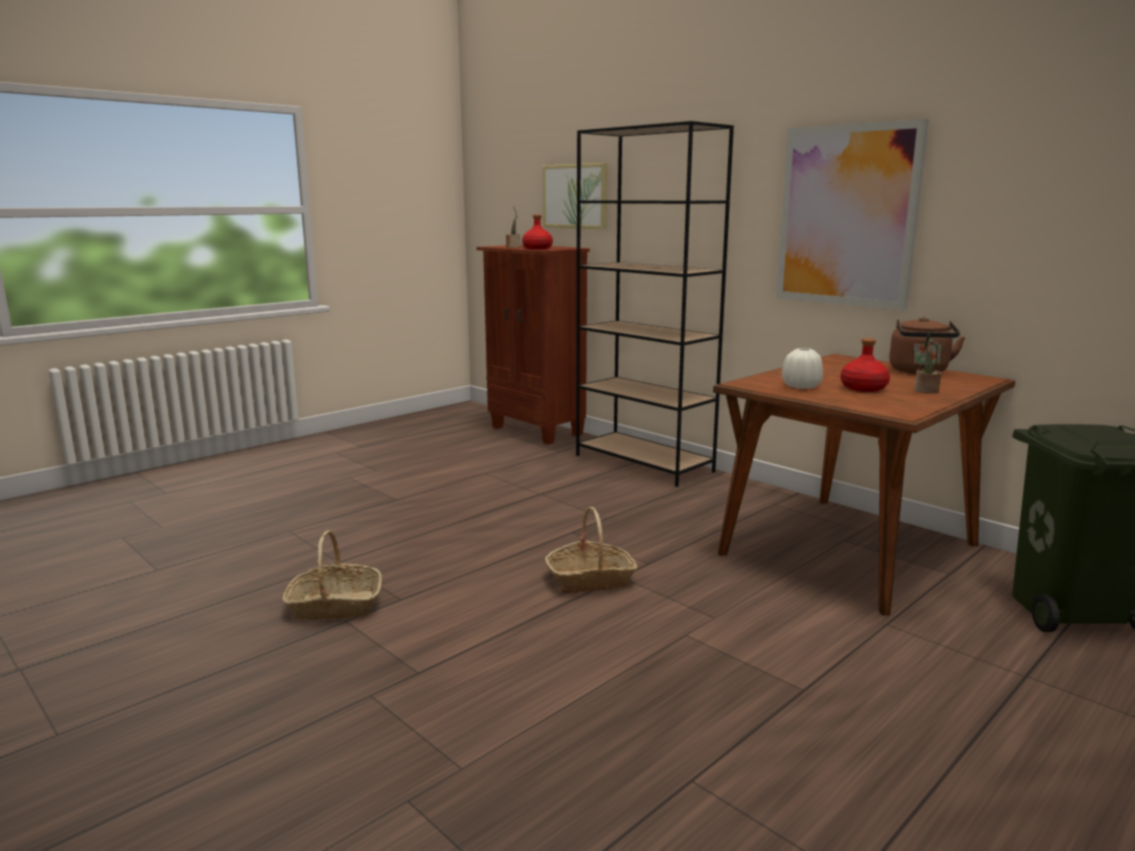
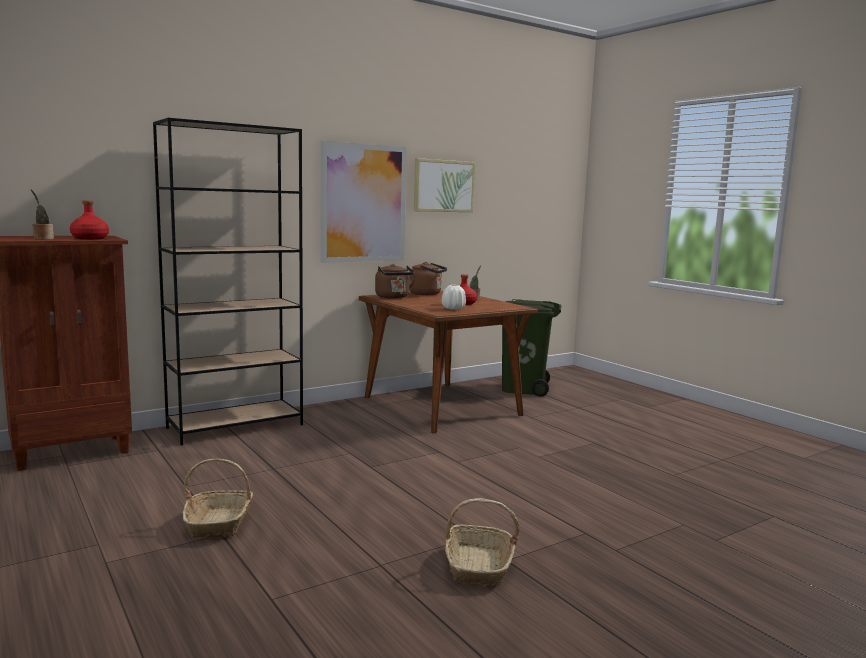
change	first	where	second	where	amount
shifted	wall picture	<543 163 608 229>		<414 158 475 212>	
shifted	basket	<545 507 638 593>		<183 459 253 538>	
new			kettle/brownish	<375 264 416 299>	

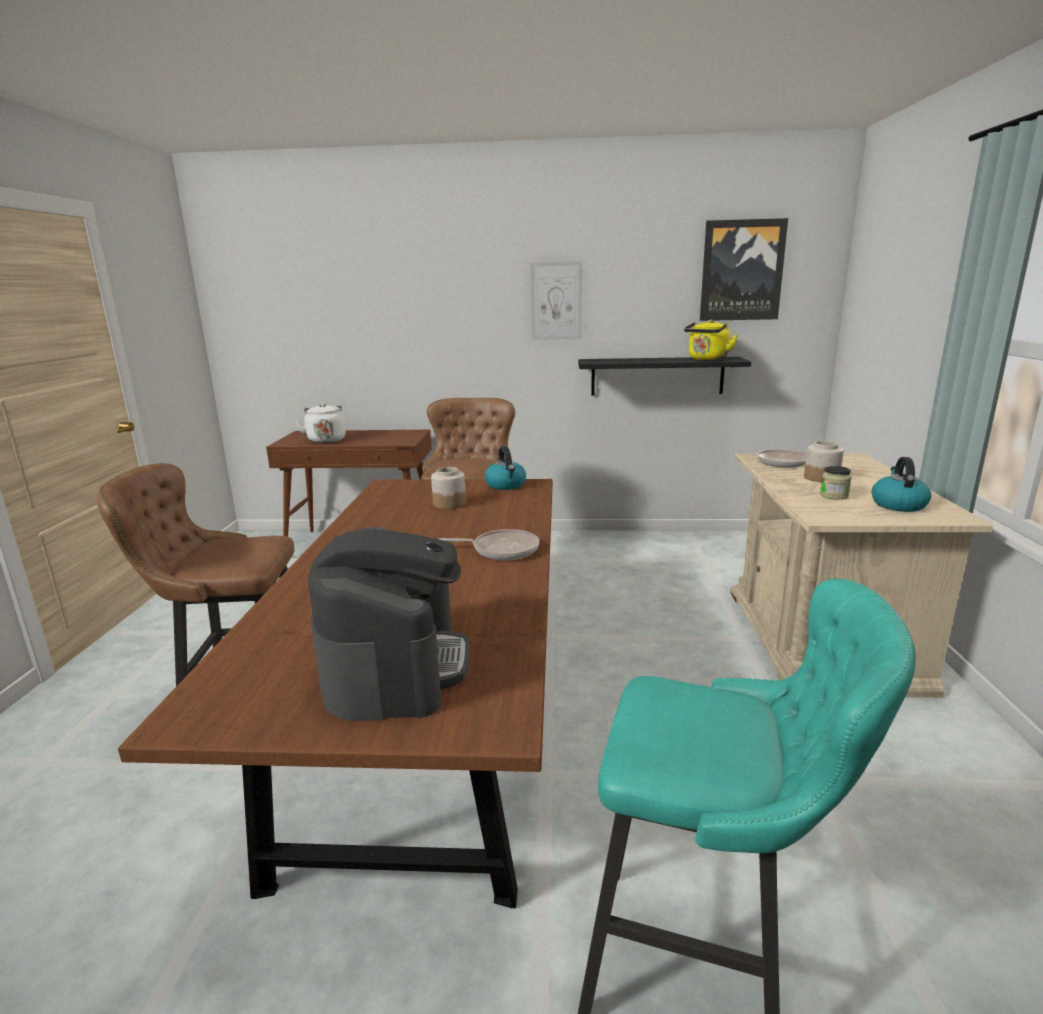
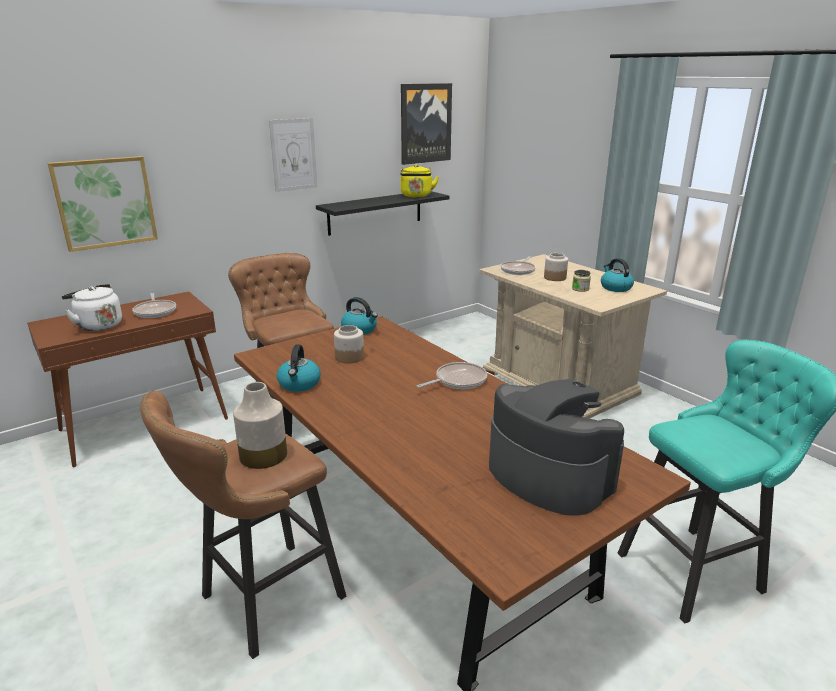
change	first	where	second	where	amount
new			wall picture	<48 156 158 252>	
new			pan	<132 293 176 318>	
new			decorative vase/beige	<233 382 287 469>	
new			kettle	<277 345 321 392>	

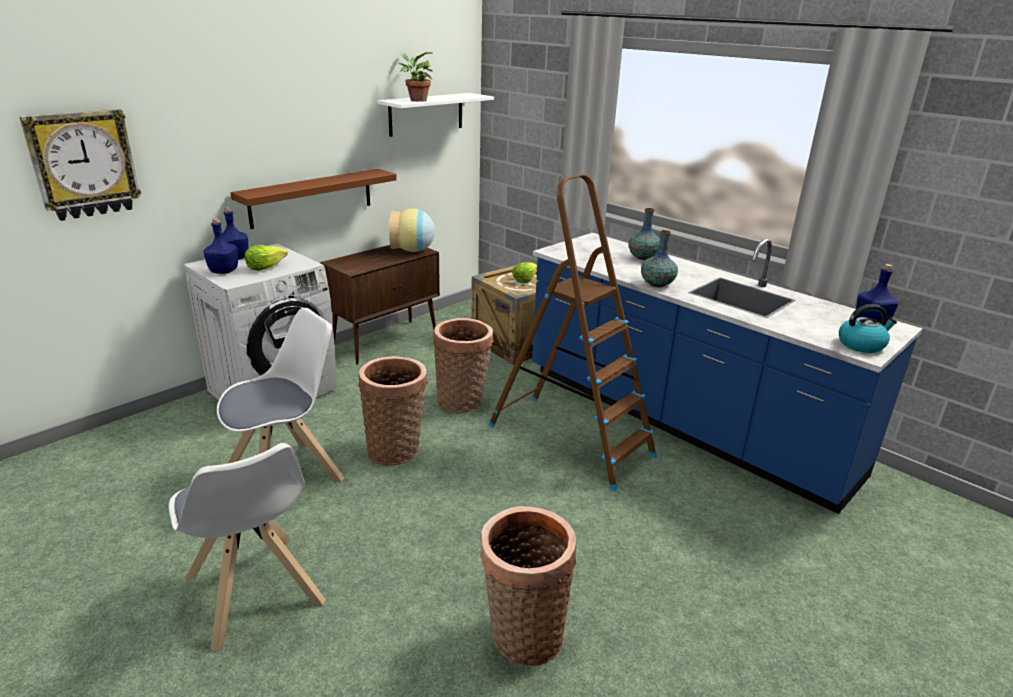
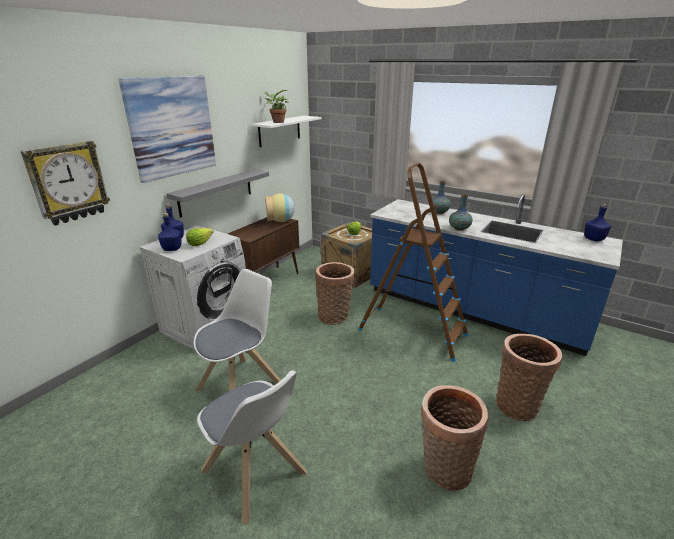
change	first	where	second	where	amount
repainted	bracket shelf/brownish	<231 169 397 229>	bracket shelf/greyish	<166 169 269 218>	
shifted	basket	<358 356 428 466>		<496 334 562 421>	
gone	kettle	<839 304 897 353>			
new			wall picture	<119 76 216 183>	

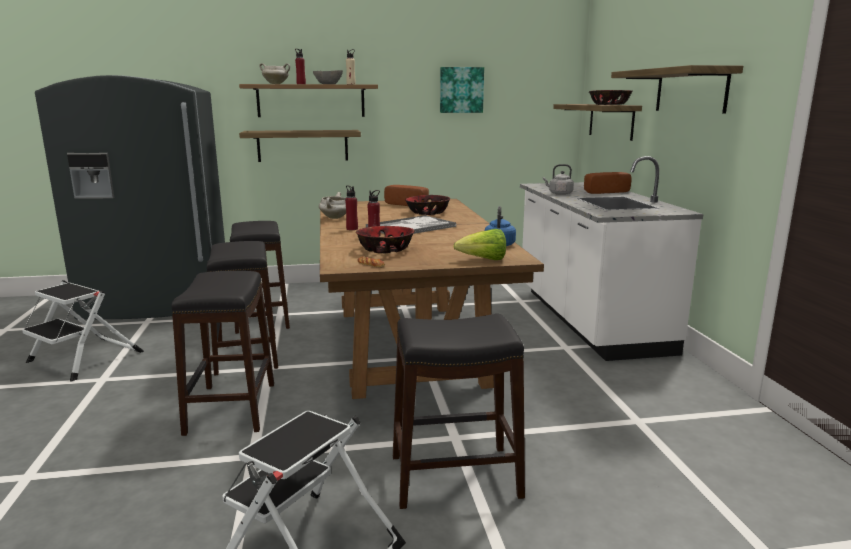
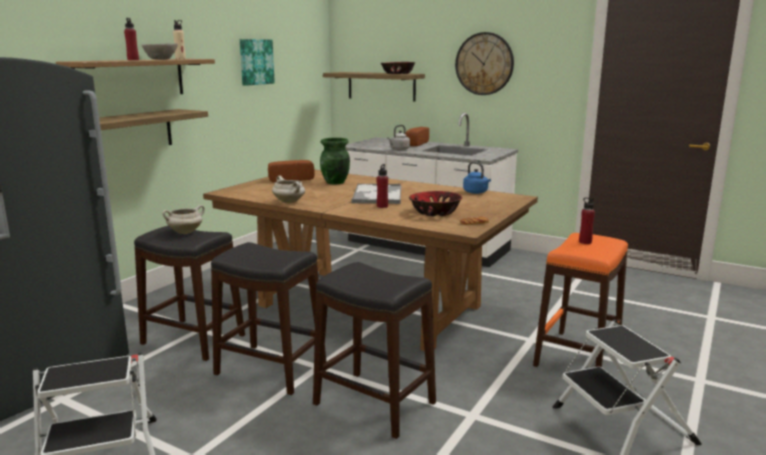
change	first	where	second	where	amount
shifted	cooking pot/whitish	<259 63 290 84>		<162 205 205 234>	
shifted	beverage bottle/reddish	<345 186 358 230>		<579 197 595 244>	
repainted	stool/blackish	<393 314 525 509>	stool/orange-coloured	<533 233 628 367>	
swapped	deep dish	<405 195 451 215>	decorative vase/green	<320 138 350 184>	
gone	lettuce	<453 229 506 260>			
swapped	bracket shelf	<611 65 743 113>	wall clock	<455 32 514 95>	

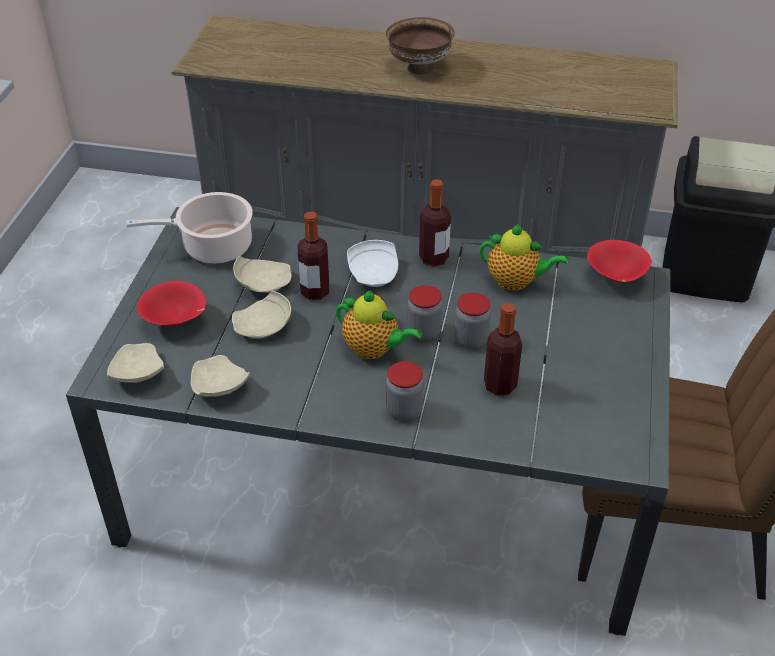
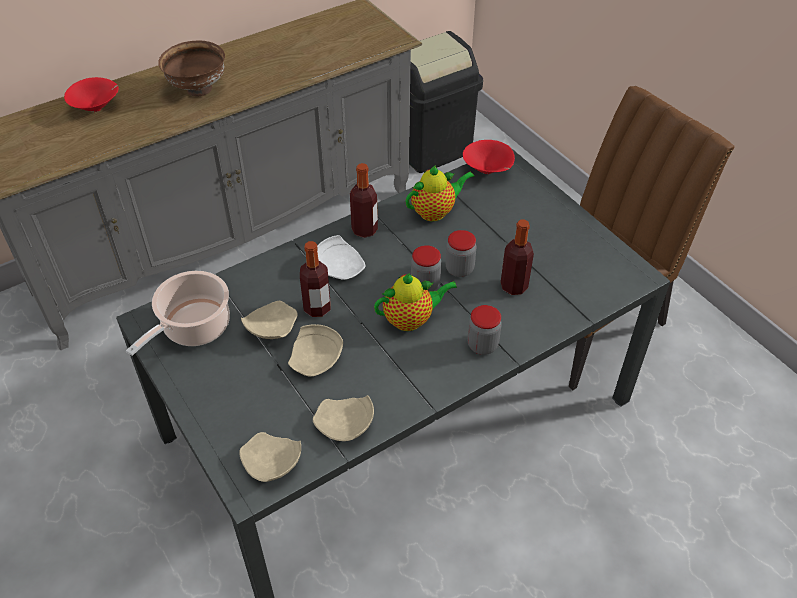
change	first	where	second	where	amount
shifted	deep dish/reddish	<137 281 206 326>		<64 77 119 112>	

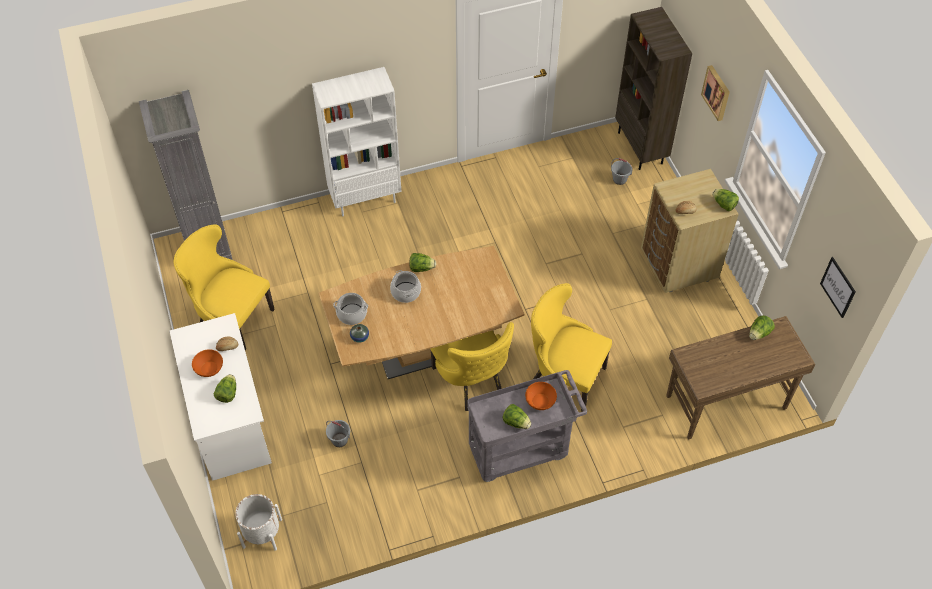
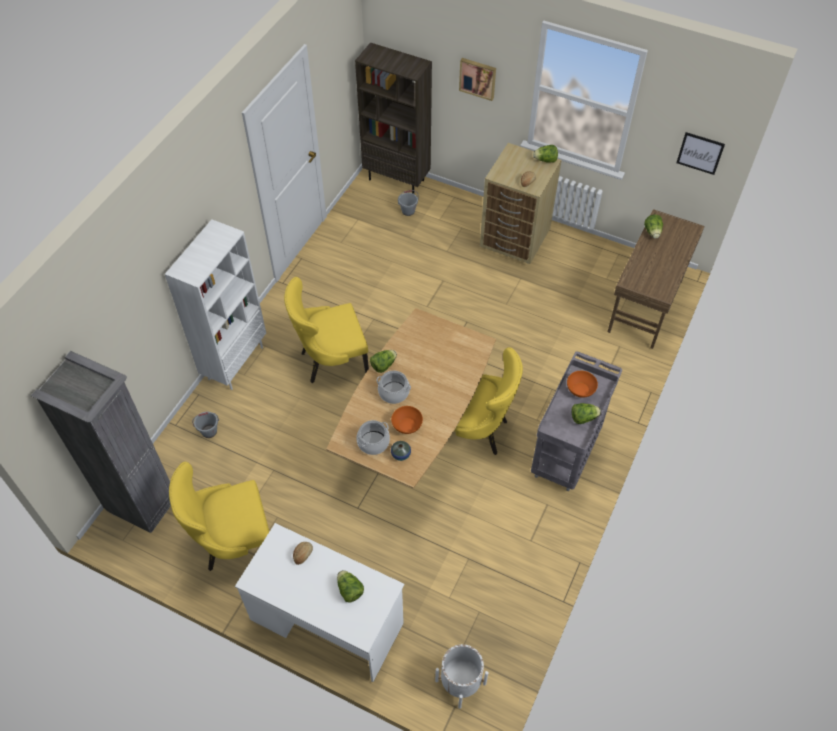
change	first	where	second	where	amount
shifted	deep dish/orange-coloured	<192 349 223 377>		<391 406 423 434>	
shifted	water bucket/greyish	<326 420 350 447>		<192 412 219 438>	
shifted	upright chair/yellow	<531 283 612 412>		<284 277 369 383>	

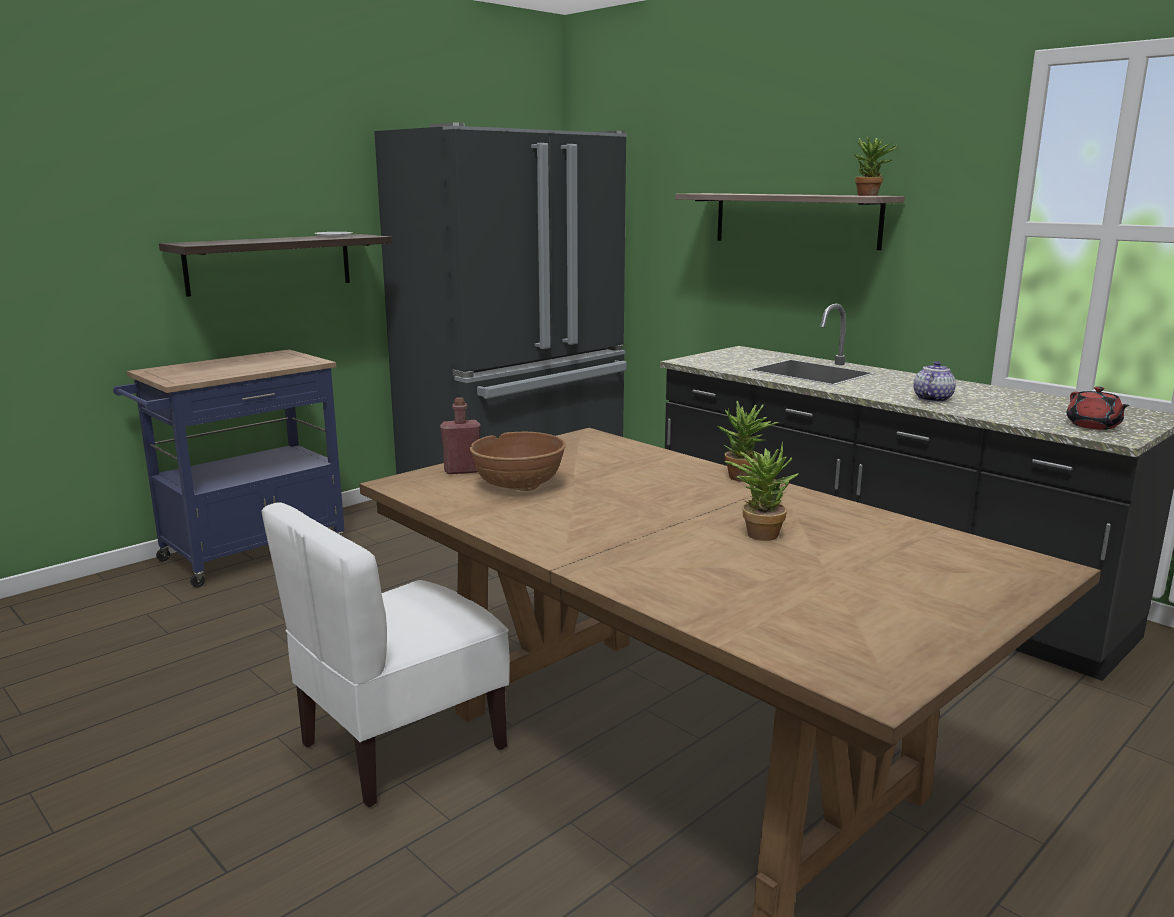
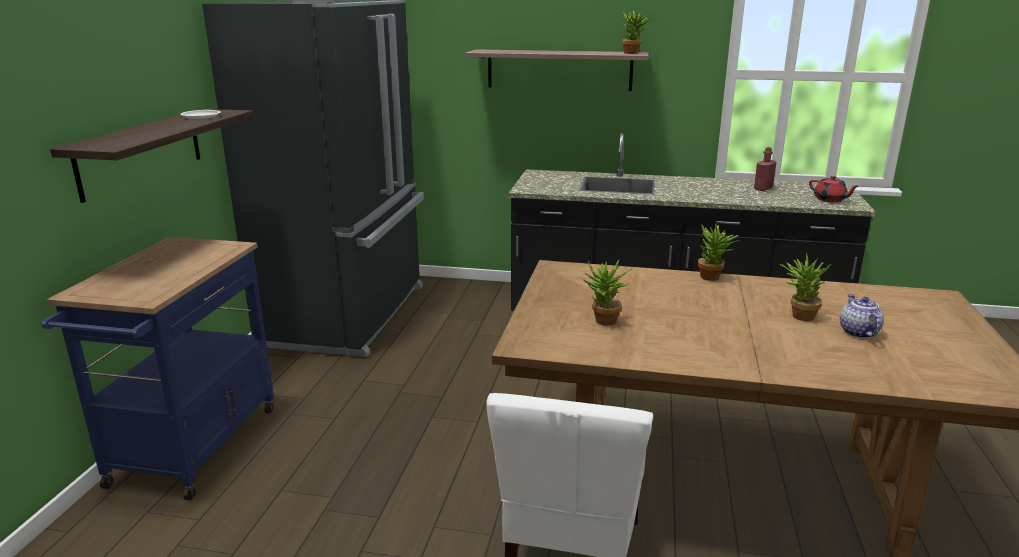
change	first	where	second	where	amount
shifted	beverage bottle/reddish	<440 397 481 474>		<754 147 777 191>	
swapped	deep dish/brownish	<470 432 566 491>	houseplant	<582 260 632 326>	
shifted	tea pot	<914 361 956 402>		<840 294 884 338>	

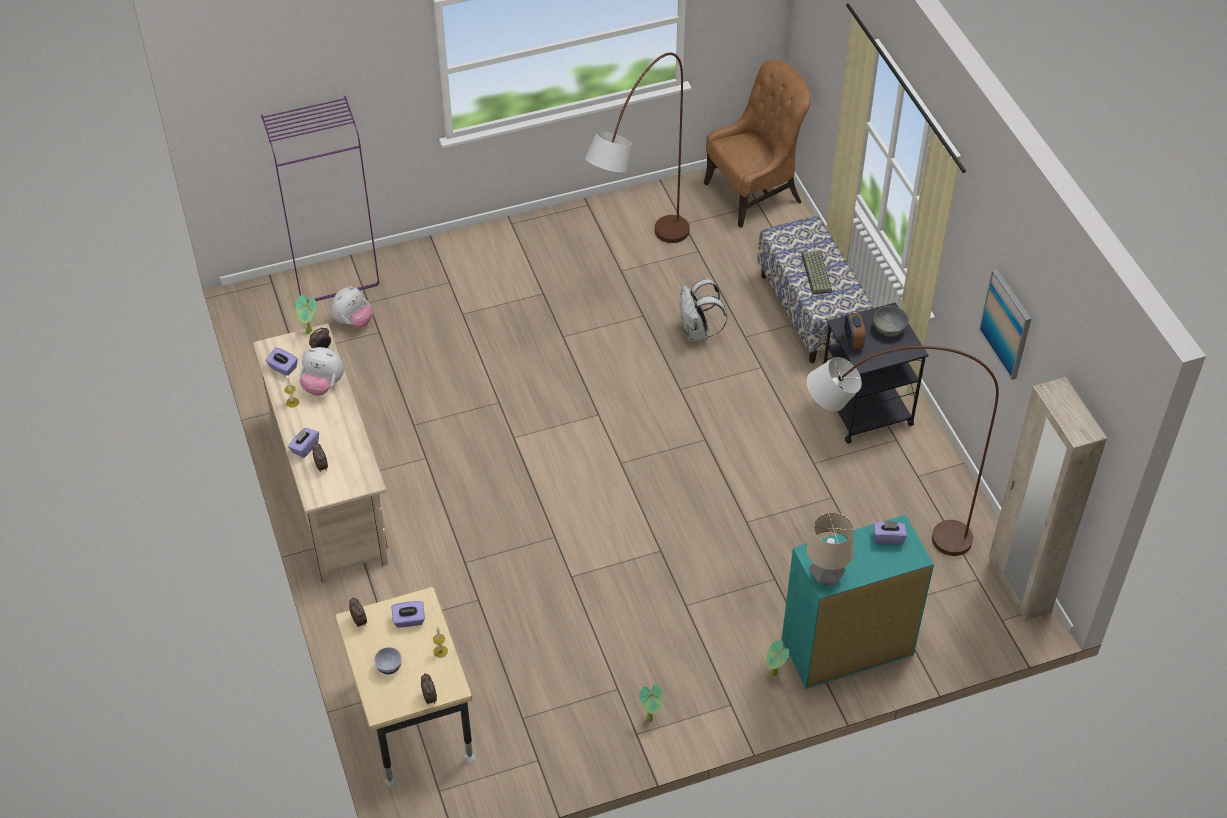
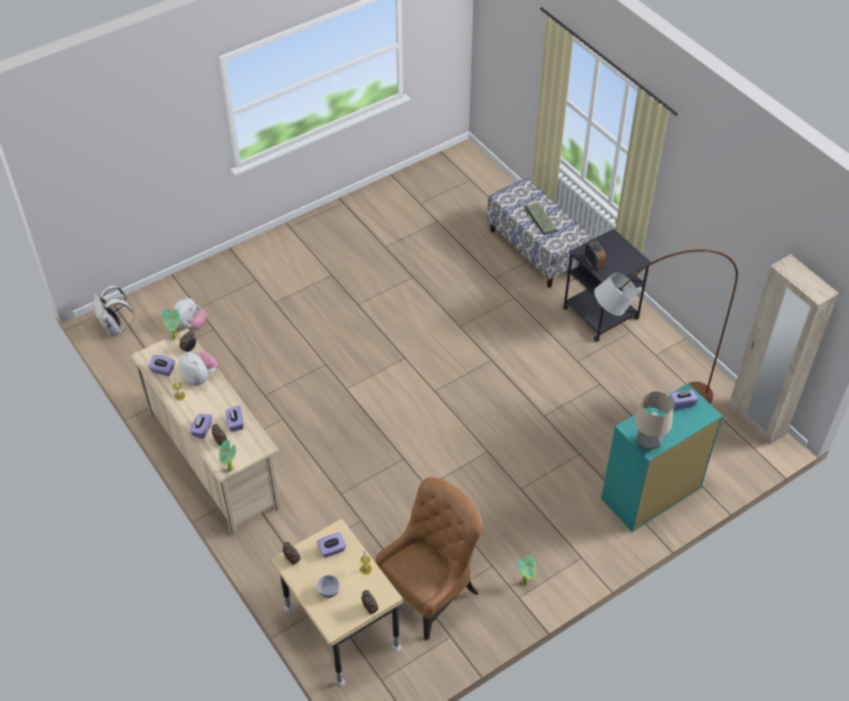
change	first	where	second	where	amount
gone	garment rack/purple-coloured	<261 96 379 303>			
rotated	cuddly toy	<300 347 344 396>		<179 351 218 386>	135 degrees counterclockwise
gone	standard lamp/brownish	<585 53 690 243>			
shifted	backpack/whitish	<679 279 727 342>		<93 285 134 337>	
shifted	upright chair/brownish	<704 59 811 228>		<376 477 483 640>	
shifted	houseplant	<766 640 789 676>		<219 440 236 472>	
gone	deep dish/greyish	<873 306 909 337>			
gone	wall picture	<979 269 1031 380>			
new			box of tissues/purple-coloured	<226 405 244 431>	

